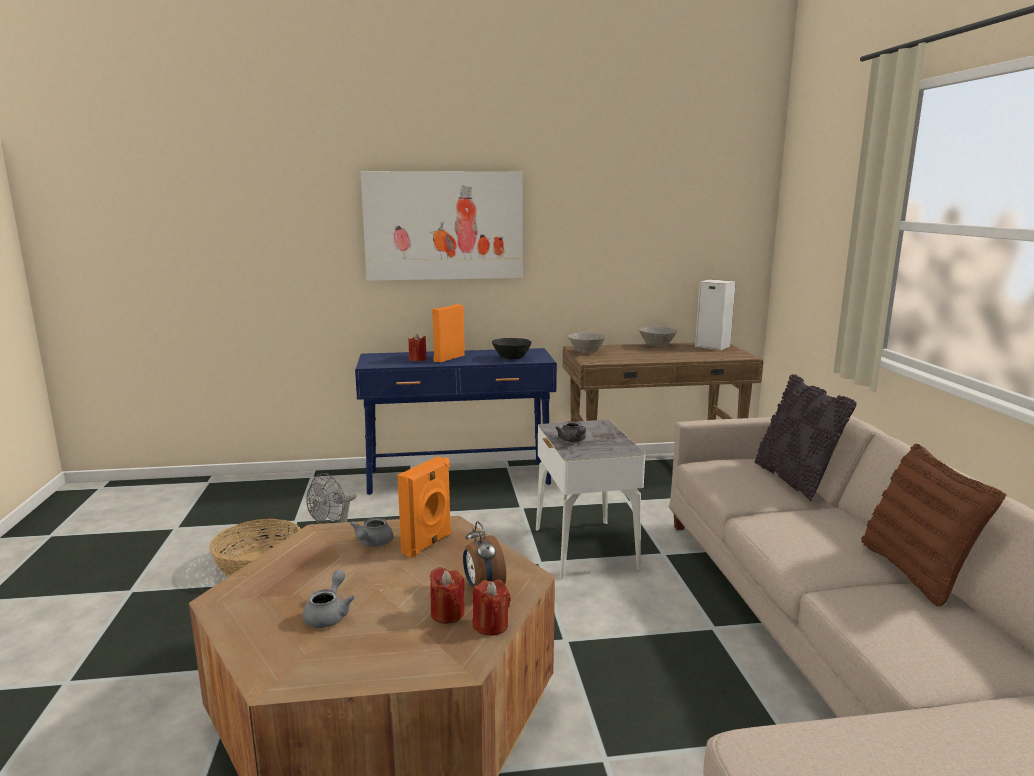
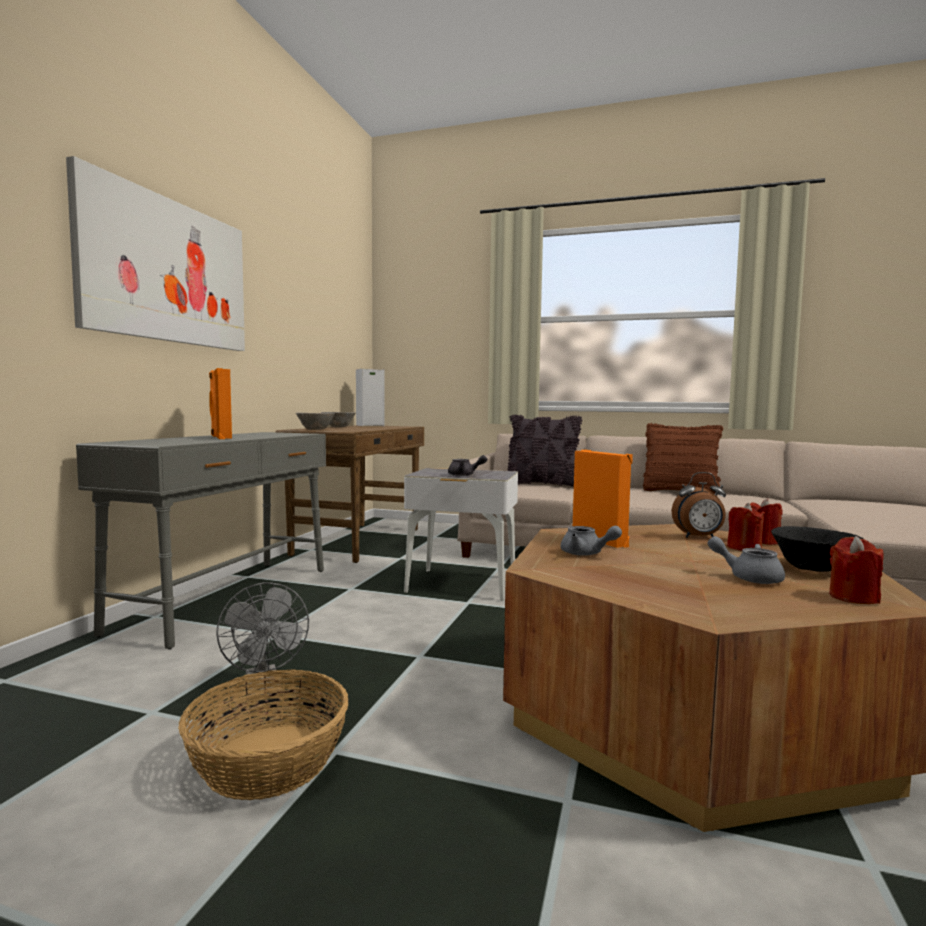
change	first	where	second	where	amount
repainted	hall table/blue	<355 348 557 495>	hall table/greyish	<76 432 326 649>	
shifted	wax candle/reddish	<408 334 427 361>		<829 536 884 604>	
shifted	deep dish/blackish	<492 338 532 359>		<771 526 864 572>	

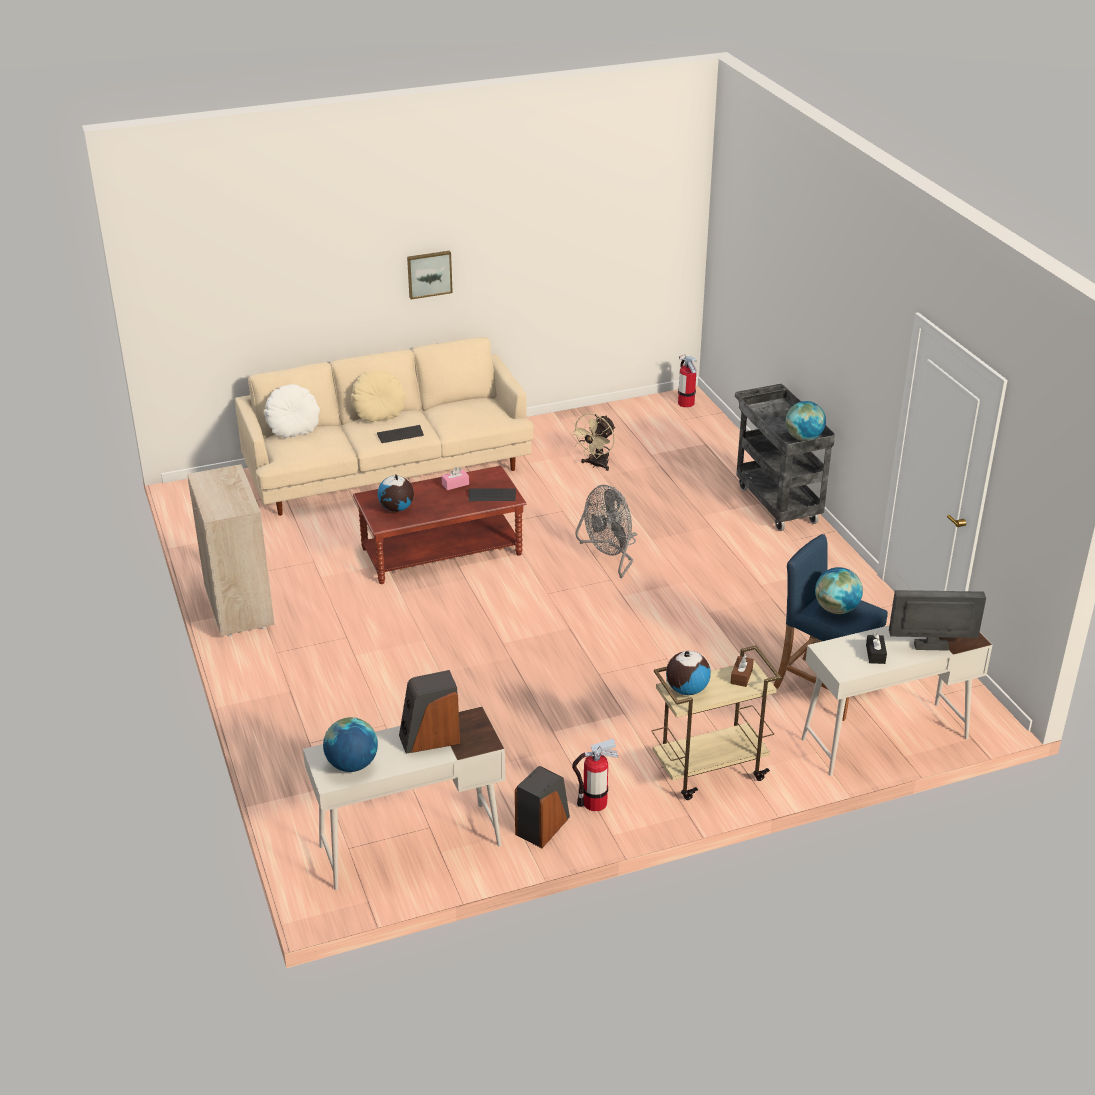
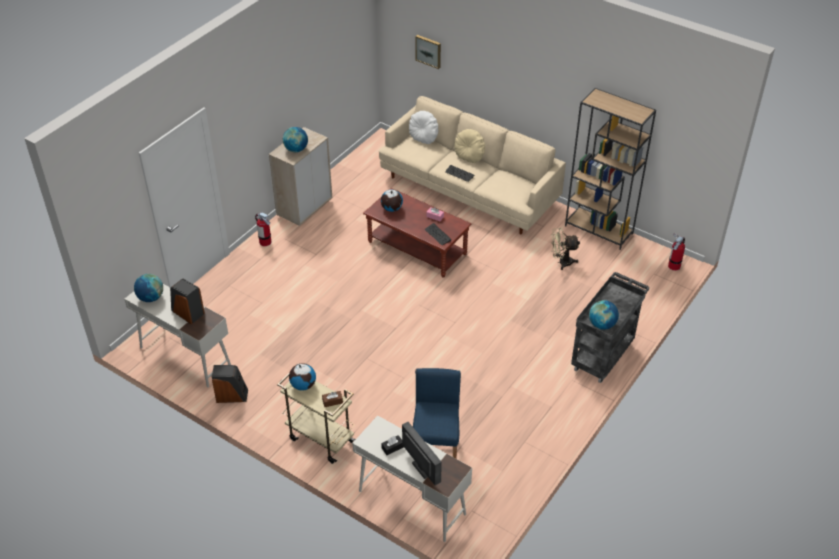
change	first	where	second	where	amount
shifted	wall picture	<407 251 453 299>		<415 35 441 69>	
shifted	fire extinguisher	<572 738 618 811>		<255 212 271 246>	
gone	fan/greyish	<575 485 637 578>			
shifted	desk globe	<815 567 863 614>		<283 127 308 152>	
new			bookshelf	<565 88 656 250>	

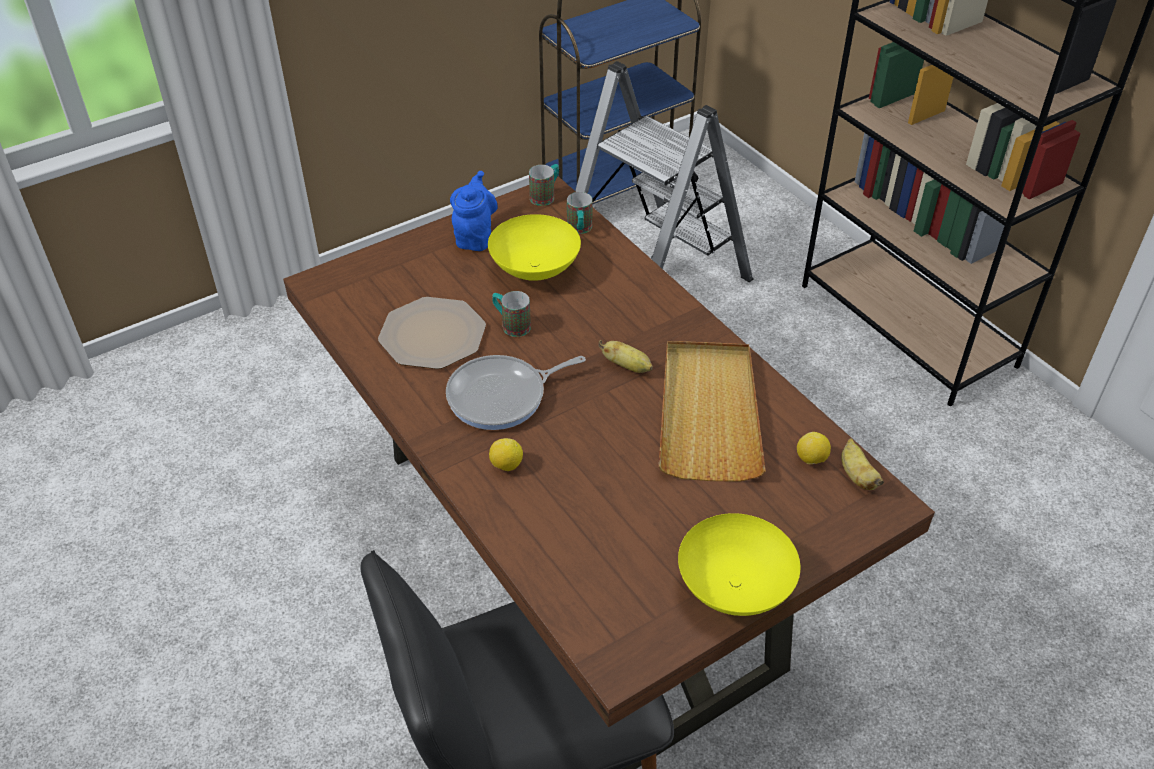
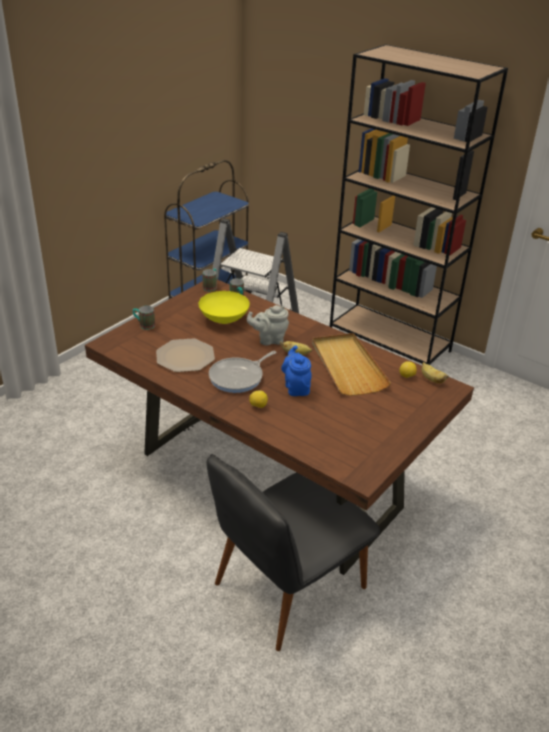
change	first	where	second	where	amount
shifted	tea pot/blue	<450 171 498 251>		<281 345 312 396>	
shifted	mug	<492 291 531 337>		<133 305 155 330>	
gone	deep dish/yellow	<678 513 800 616>			
new			tea pot/greyish	<247 305 289 345>	

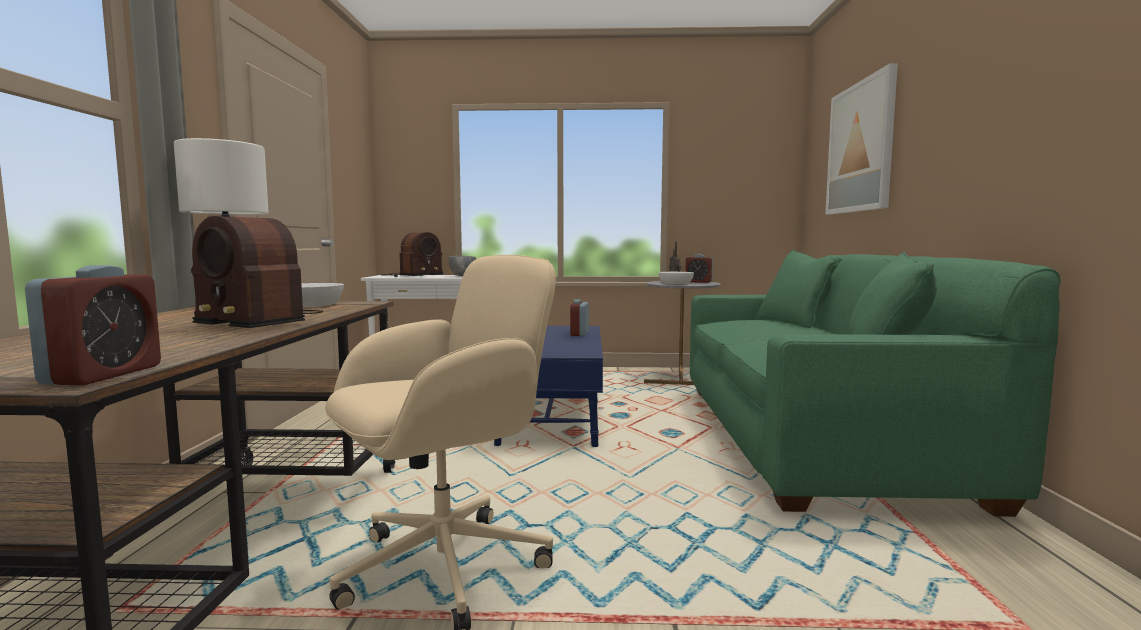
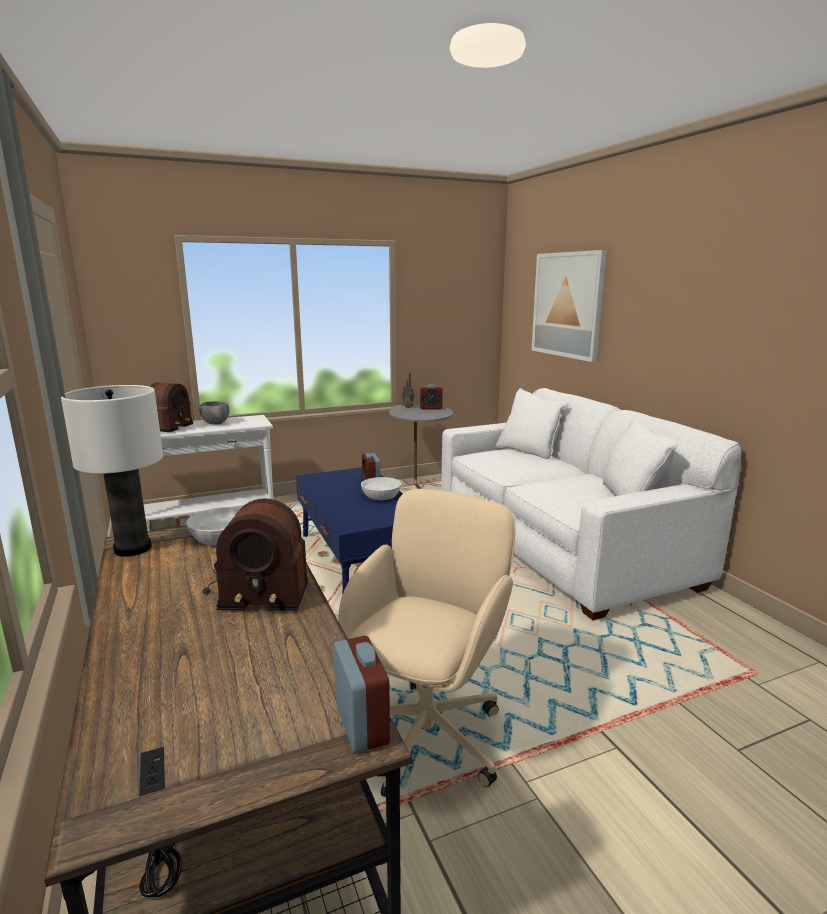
change	first	where	second	where	amount
shifted	deep dish/whitish	<658 272 694 284>		<361 477 401 500>	
repainted	couch/green	<690 250 1061 517>	couch/whitish	<441 388 741 620>	

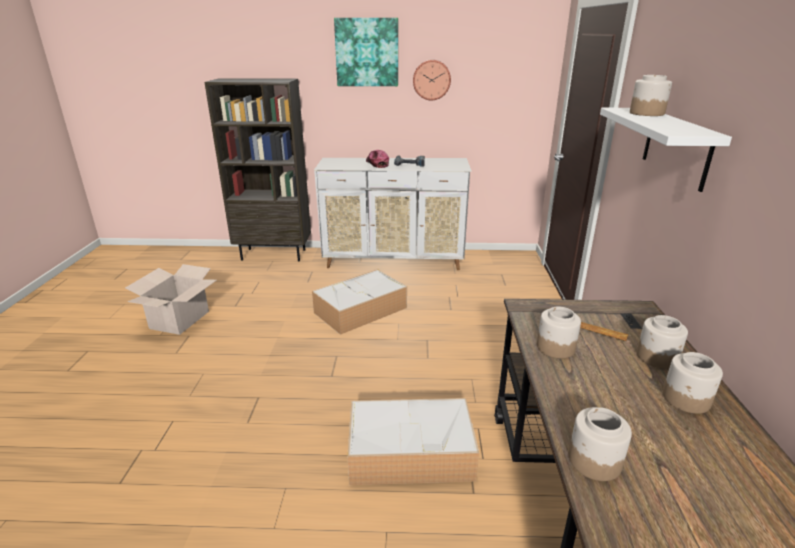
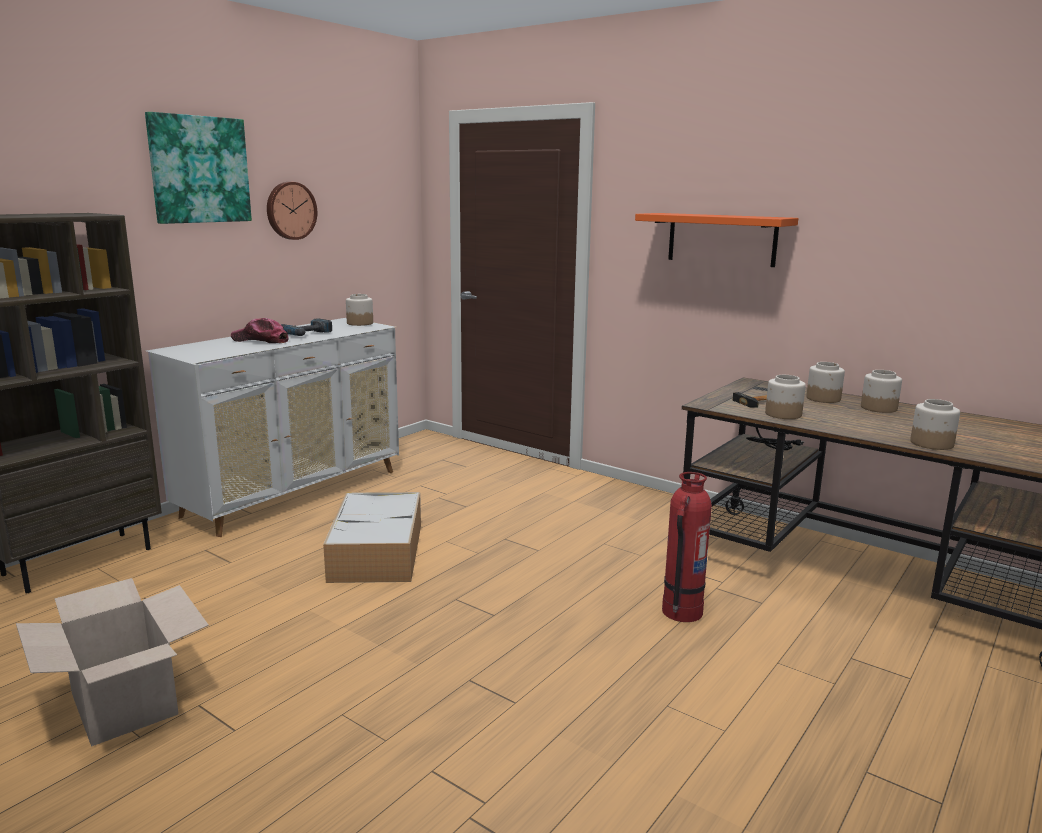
change	first	where	second	where	amount
swapped	storage bin	<347 398 479 485>	fire extinguisher	<662 472 712 622>	
repainted	bracket shelf/whitish	<600 108 732 192>	bracket shelf/orange-coloured	<635 213 798 267>	
shifted	storage jar	<630 75 672 116>		<346 294 373 326>	

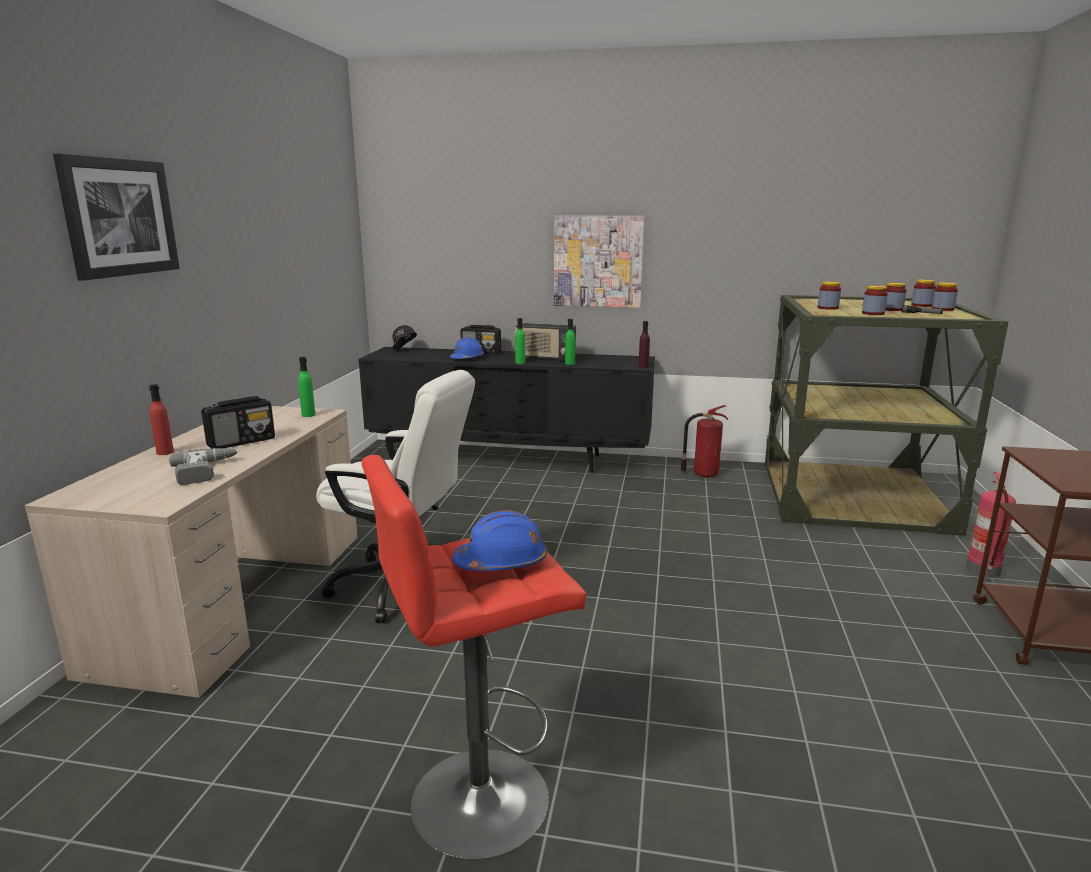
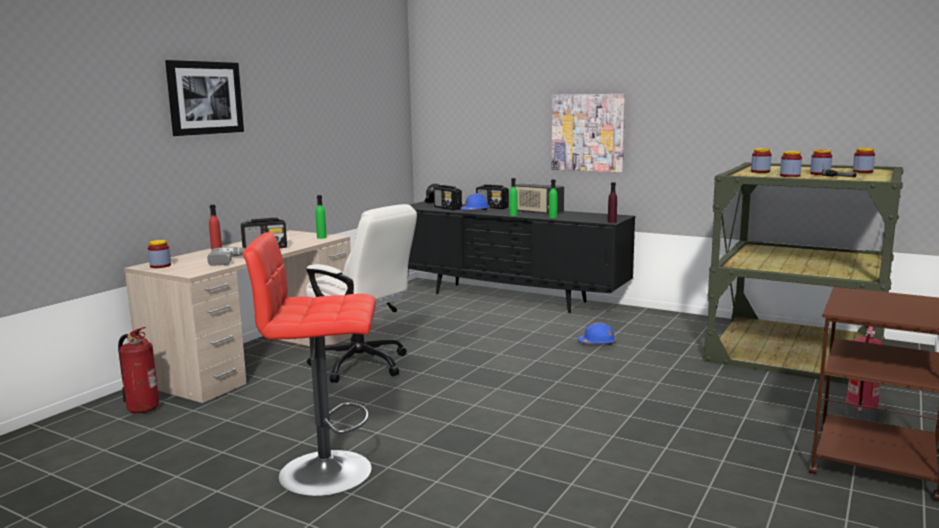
change	first	where	second	where	amount
shifted	hard hat/blue	<452 510 548 571>		<578 322 616 345>	
shifted	fire extinguisher	<680 405 728 478>		<118 327 159 414>	
shifted	storage jar	<932 282 958 311>		<148 240 171 268>	
new			radio receiver	<434 185 462 210>	

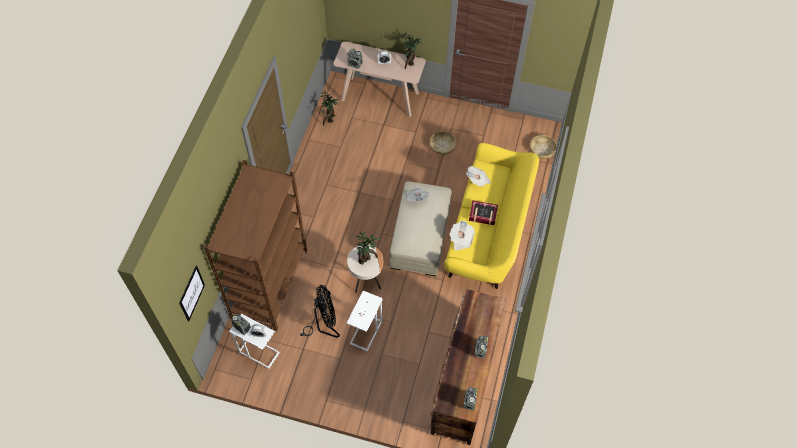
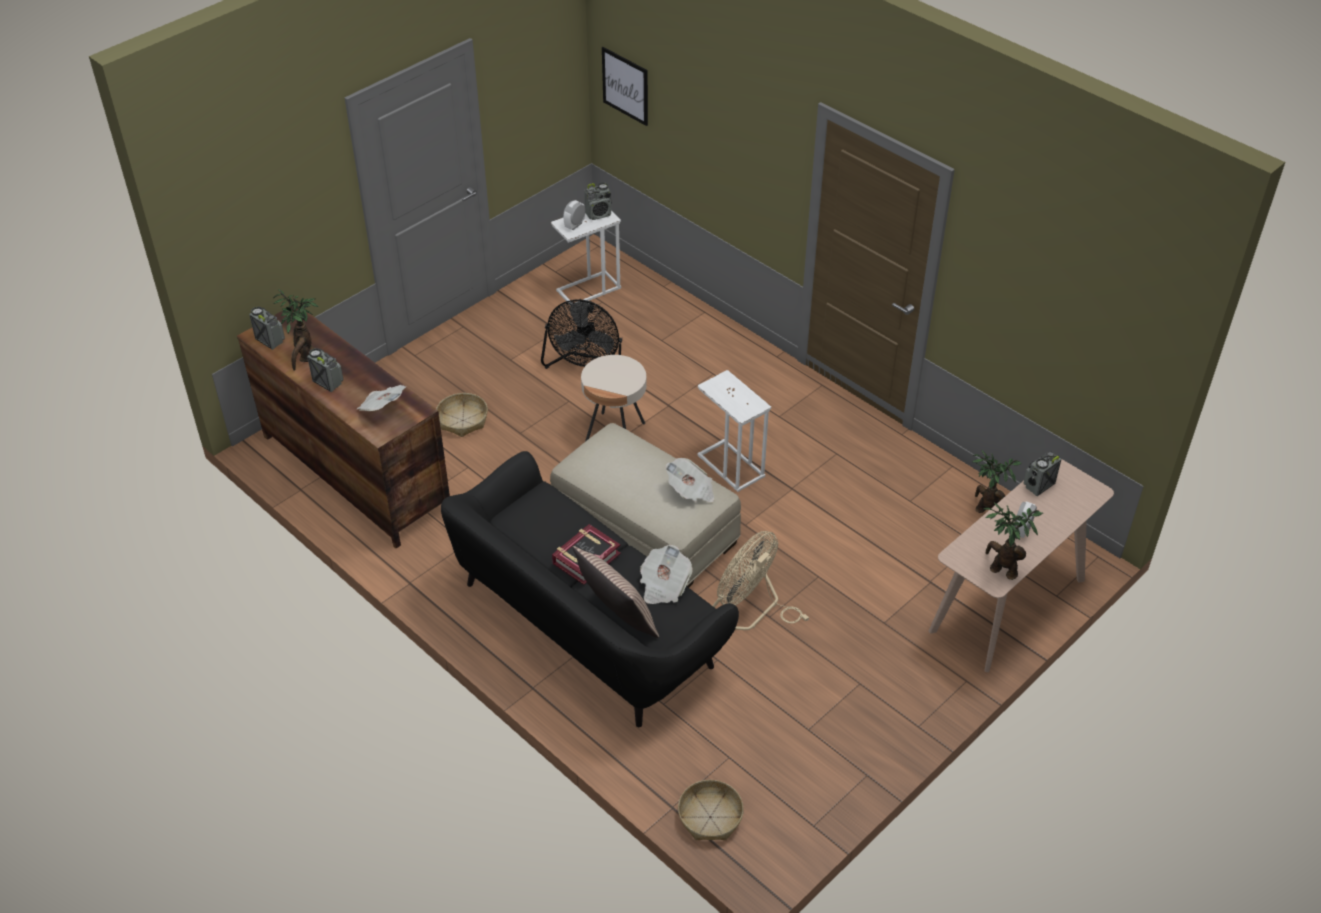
change	first	where	second	where	amount
gone	bookshelf/brownish	<204 160 307 331>			
shifted	side table/whitish	<347 291 383 352>		<697 370 771 492>	
shifted	houseplant	<356 231 381 265>		<273 289 318 371>	
shifted	basket	<430 131 456 156>		<436 393 488 437>	
repainted	couch/yellow	<444 143 539 289>	couch/blackish	<441 451 739 727>	
shifted	daily paper	<449 221 475 250>		<357 385 406 411>	
new			pillow	<572 546 659 638>	
new			fan/beige	<712 531 809 630>	

